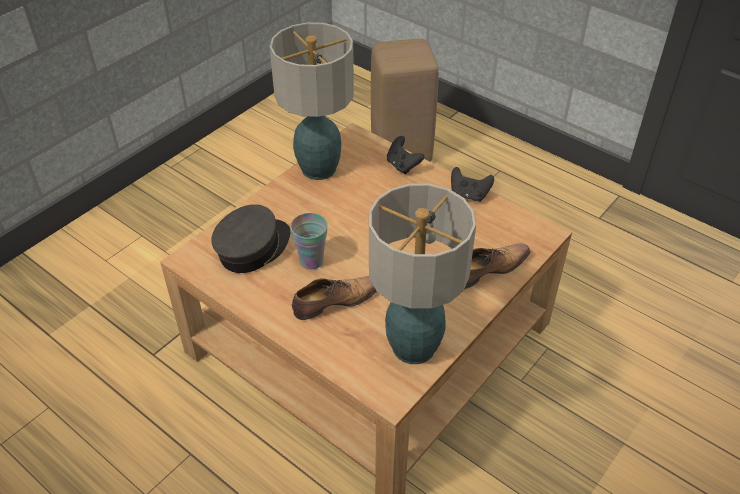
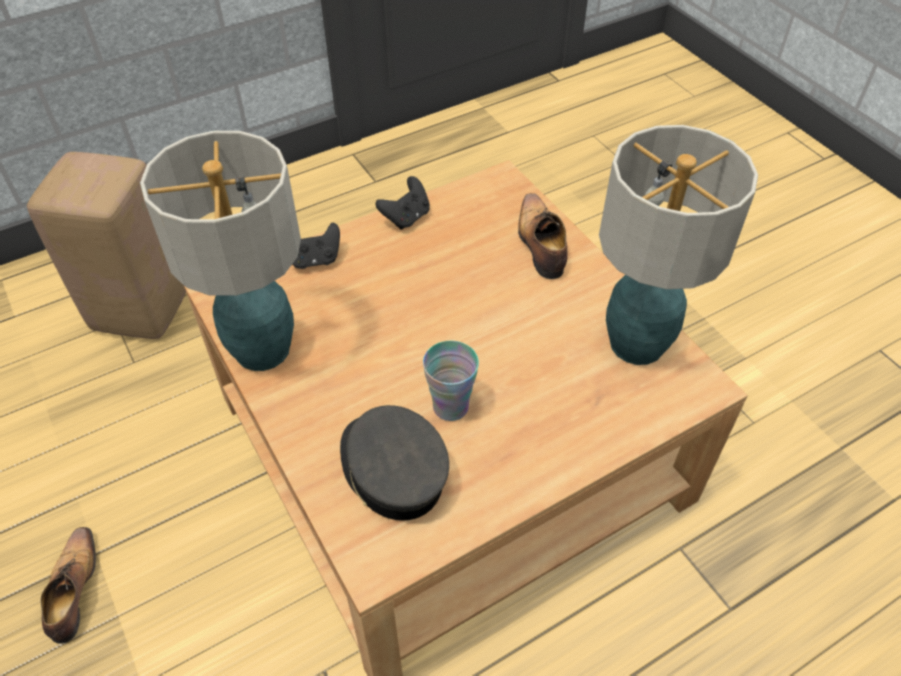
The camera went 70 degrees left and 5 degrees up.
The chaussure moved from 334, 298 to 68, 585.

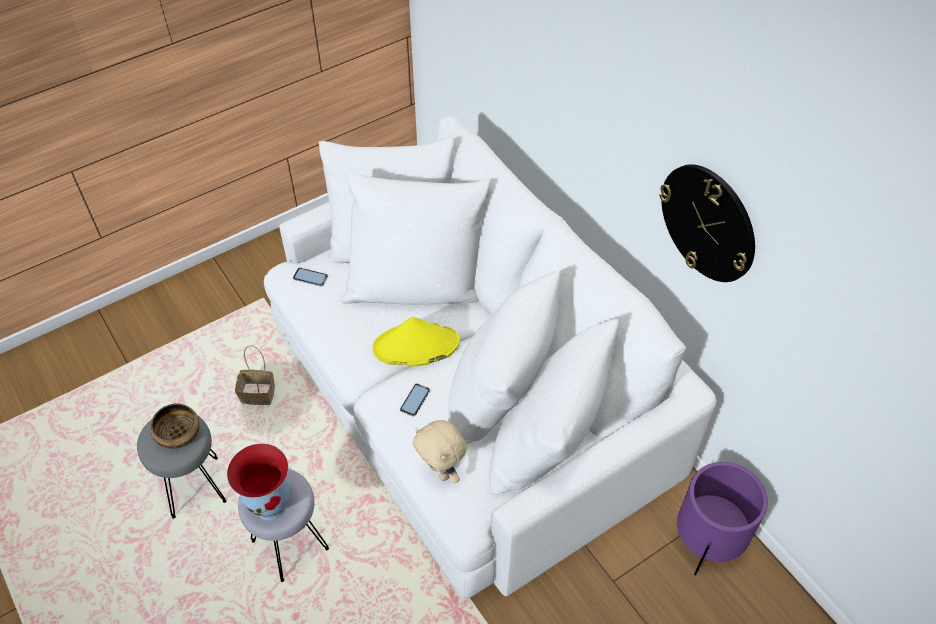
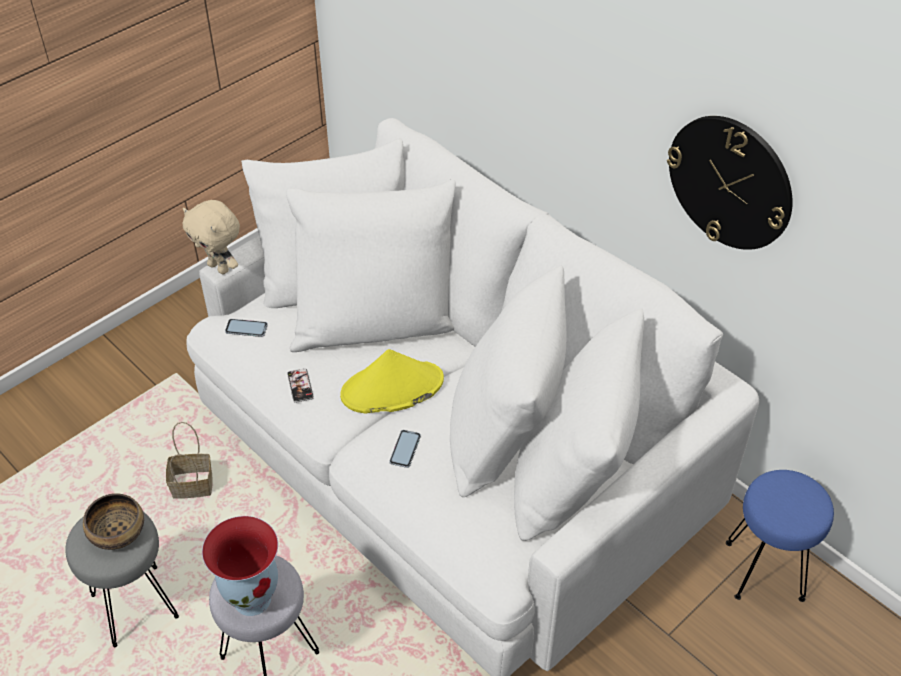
The camera went 10 degrees left and 5 degrees down.
The téléphone at 300, 385 appeared.
The peluche (beige) moved from 440, 451 to 211, 237.
The cache-pot (violet) at 722, 519 was replaced by the tabouret (bleu) at 780, 536.

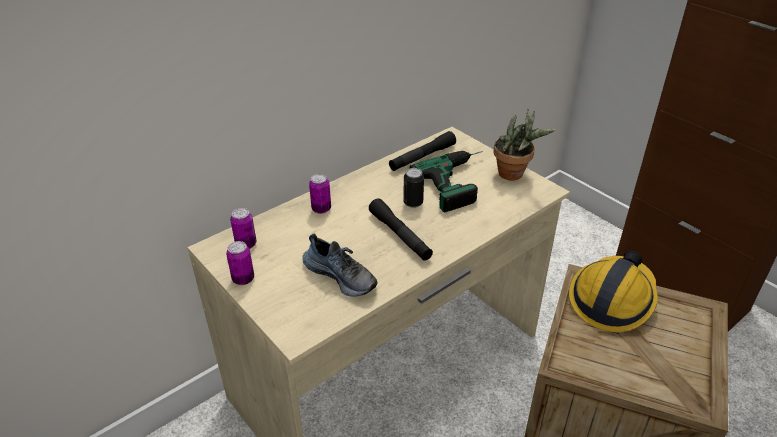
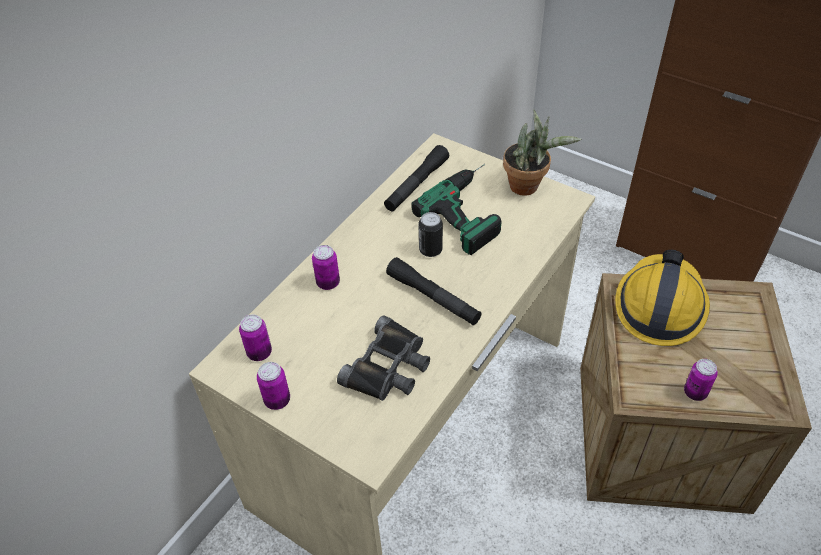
The camera went 15 degrees left and 10 degrees up.
The boîte métallique at 701, 380 appeared.
The chaussure at 339, 265 was replaced by the jumelles (noir) at 383, 358.

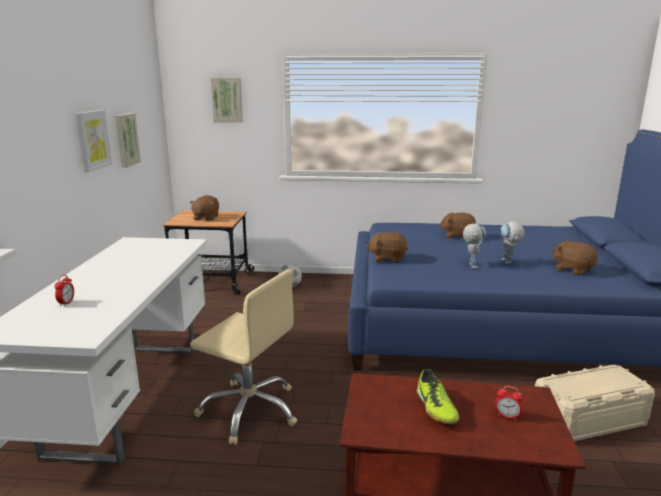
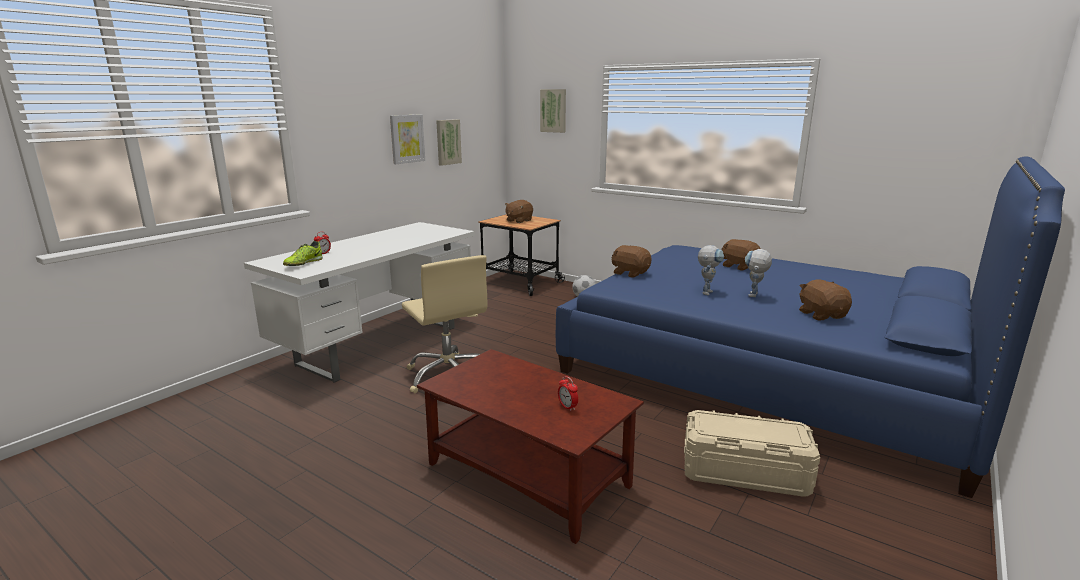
The camera went 30 degrees right and 0 degrees up.
The chaussure moved from 438, 396 to 303, 253.

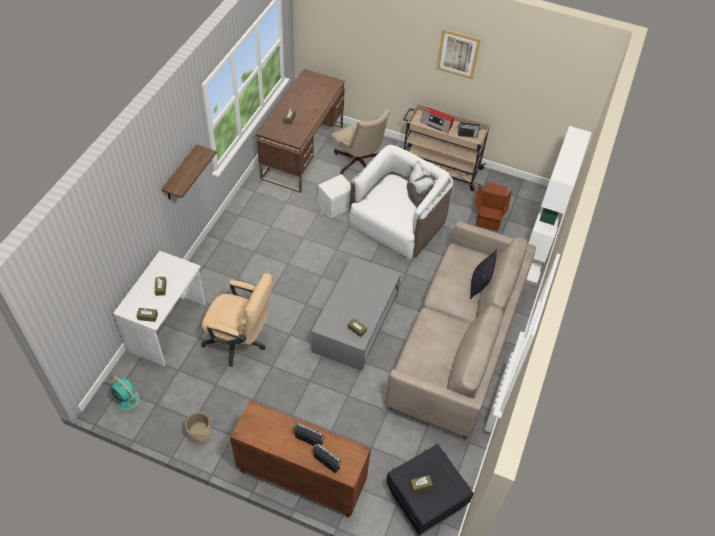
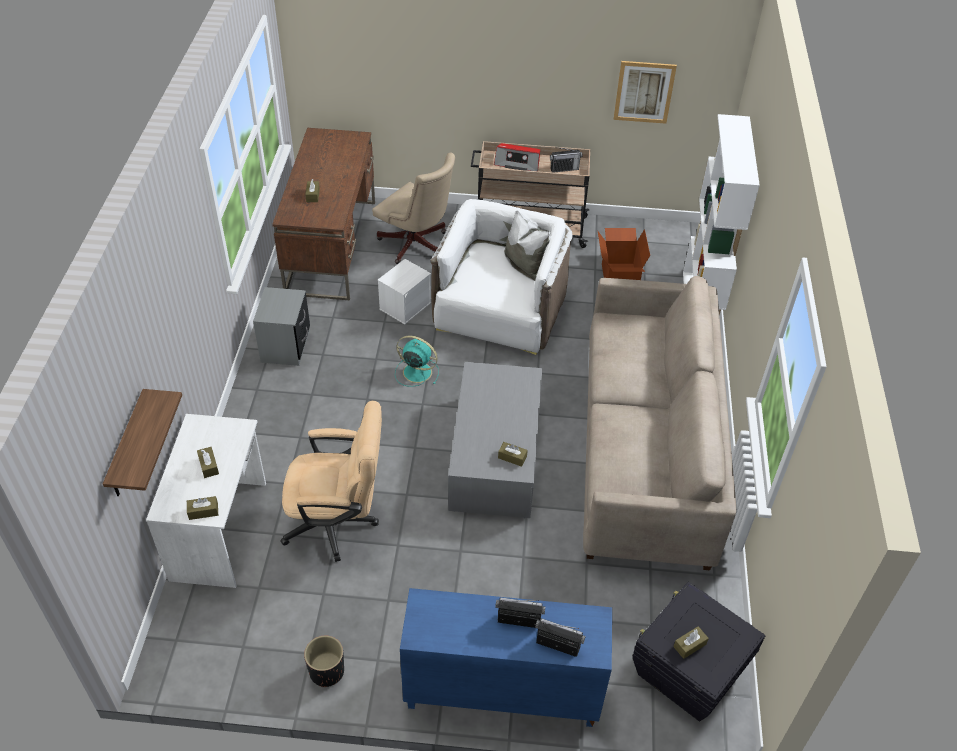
The camera went 15 degrees left and 5 degrees down.
The coussin at 483, 274 disappeared.
The table de chevet (gris) at 281, 326 appeared.
The ventilateur (turquoise) moved from 127, 394 to 417, 361.
The étagère moved from 189, 172 to 142, 442.
The tableau moved from 458, 54 to 645, 92.
The cache-pot (beige) at 198, 428 became the cache-pot (noir) at 324, 661.
The meuble de rangement (marron) at 300, 458 became the meuble de rangement (bleu) at 506, 657.

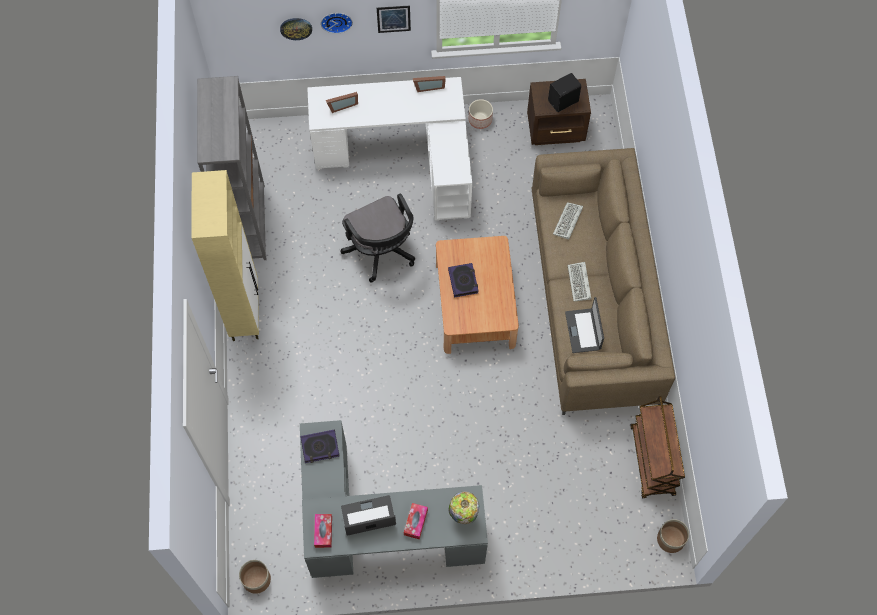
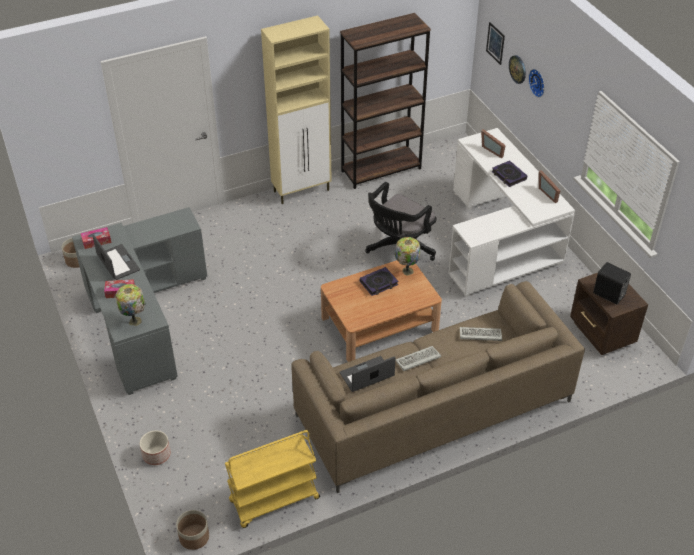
The camera went 70 degrees right and 20 degrees down.
The lampe de table at 408, 256 appeared.
The livre moved from 320, 446 to 509, 173.
The tableau moved from 394, 19 to 495, 43.
The cache-pot moved from 481, 114 to 155, 448.
The bibliothèque (gris) at 232, 168 became the bibliothèque (marron) at 385, 101.
The chariot (marron) at 657, 447 became the chariot (jaune) at 272, 479.

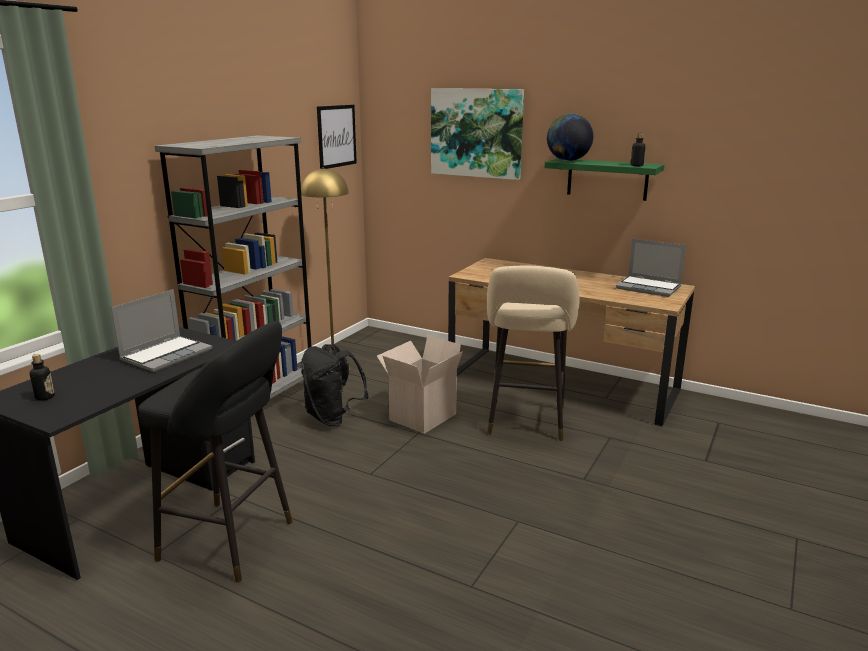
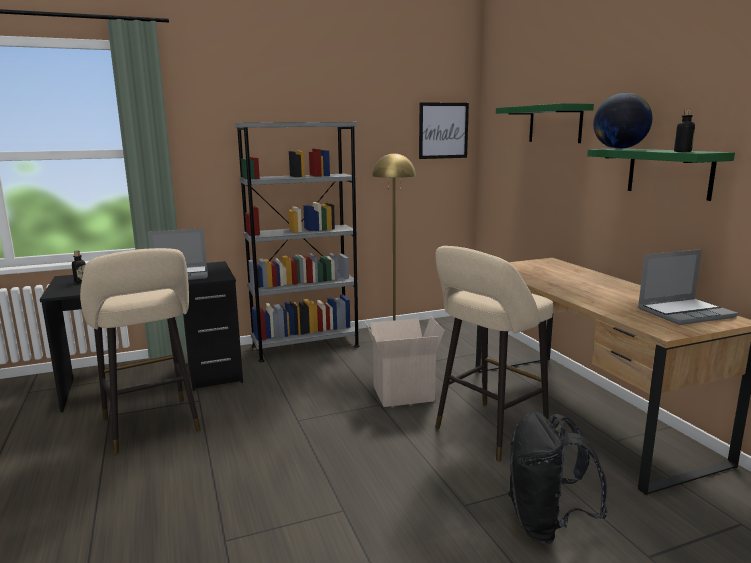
The camera went 40 degrees right and 5 degrees down.
The sac à dos (noir) moved from 335, 385 to 557, 478.
The tableau at 477, 134 was replaced by the étagère (vert) at 545, 123.
The tabouret (noir) at 215, 452 became the tabouret (beige) at 140, 351.
The ordinateur portable at 651, 267 turned 90 degrees counterclockwise.

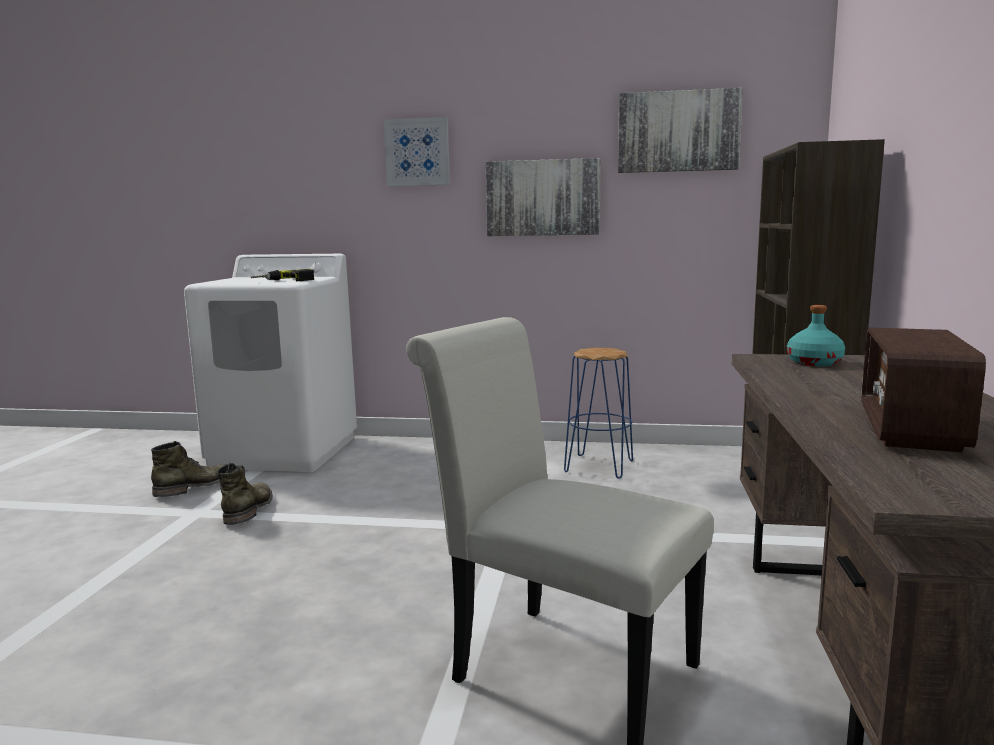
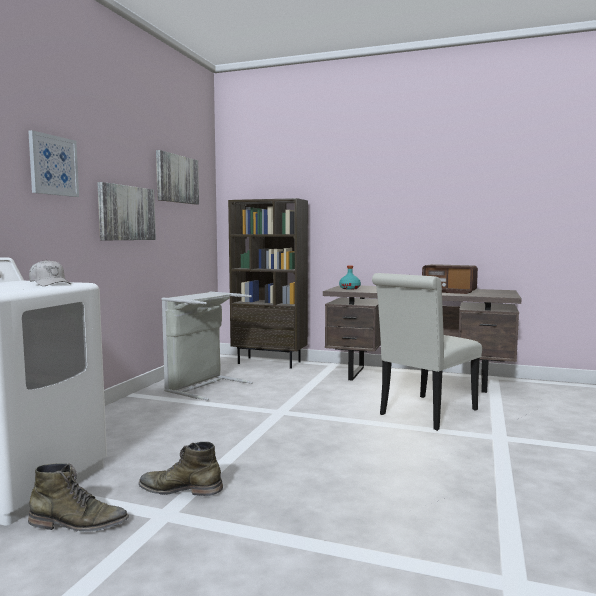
The camera went 80 degrees left and 5 degrees down.
The perceuse at 282, 275 was replaced by the casquette (blanc) at 50, 273.
The tabouret (bleu) at 598, 413 was replaced by the panier à linge (gris) at 207, 346.
The botte (vert) at 188, 469 turned 135 degrees clockwise.

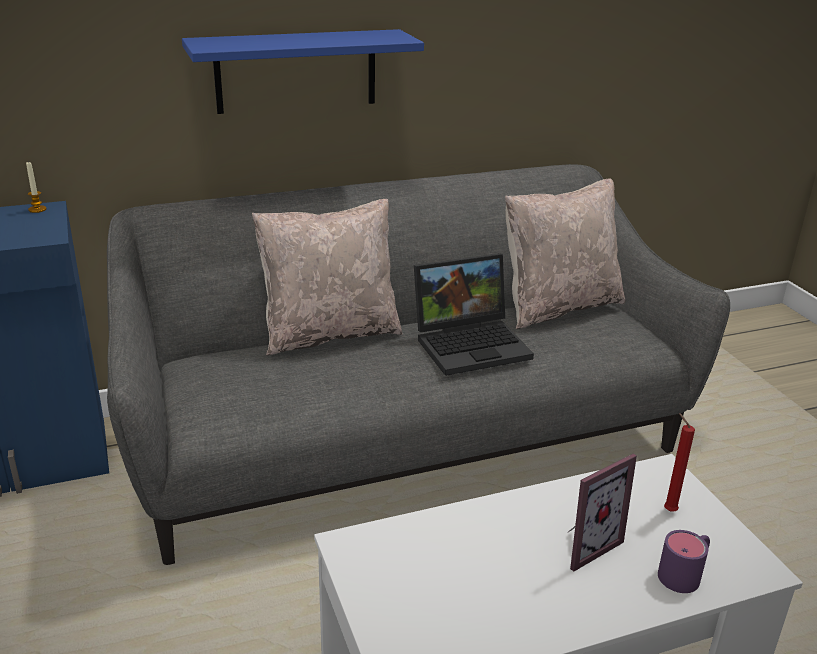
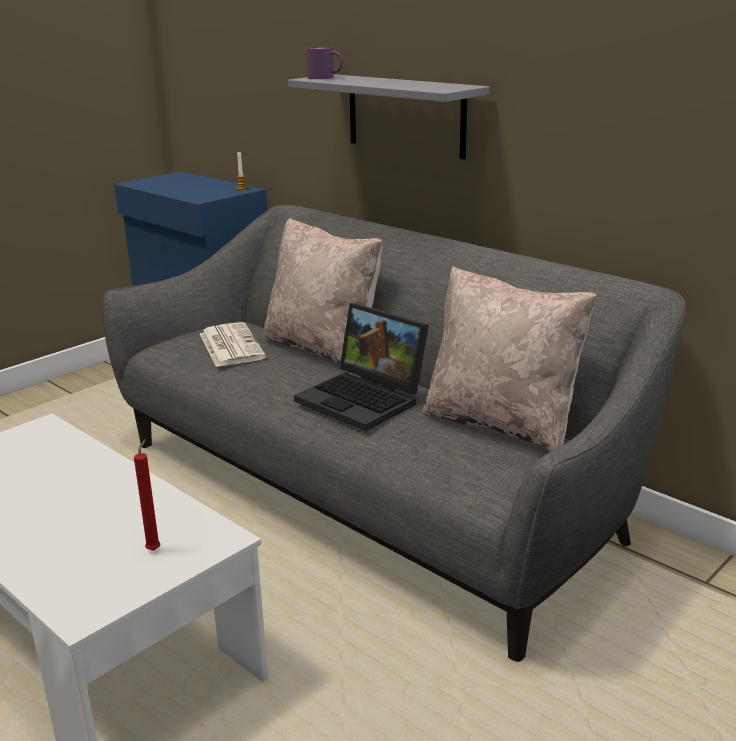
The camera went 65 degrees right and 5 degrees down.
The cadre photo at 602, 513 disappeared.
The journal at 233, 344 appeared.
The mug (violet) moved from 684, 561 to 324, 63.
The étagère (bleu) at 303, 71 became the étagère (gris) at 389, 116.

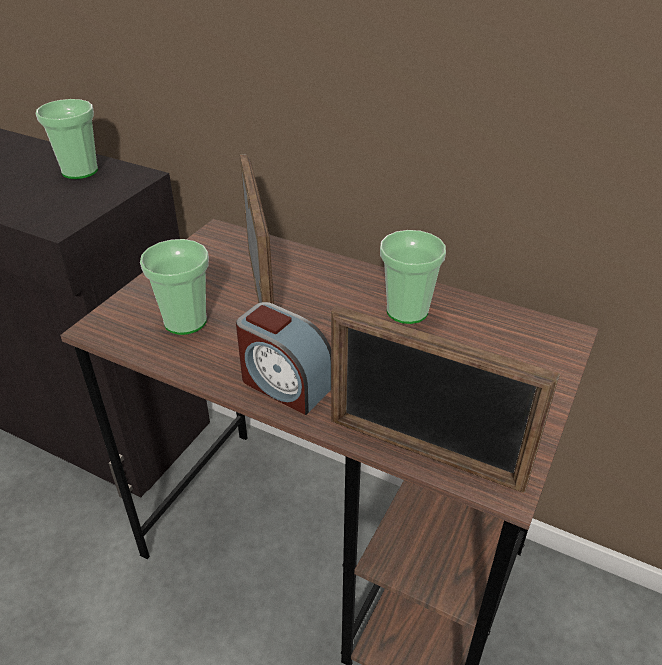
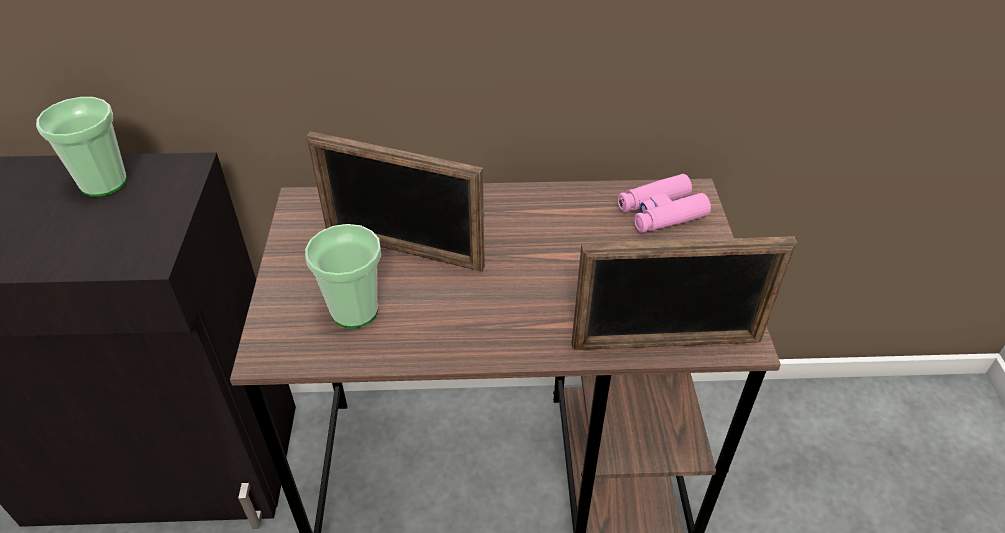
The camera went 30 degrees left and 5 degrees up.
The réveil at 283, 358 disappeared.
The tasse at 413, 277 disappeared.
The jumelles (rose) at 664, 203 appeared.
The cadre photo at 257, 229 turned 150 degrees clockwise.

